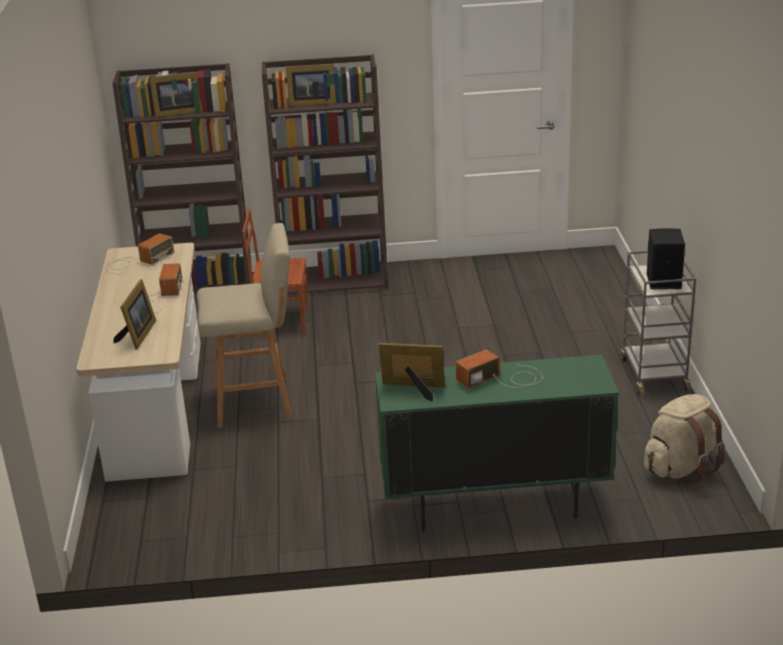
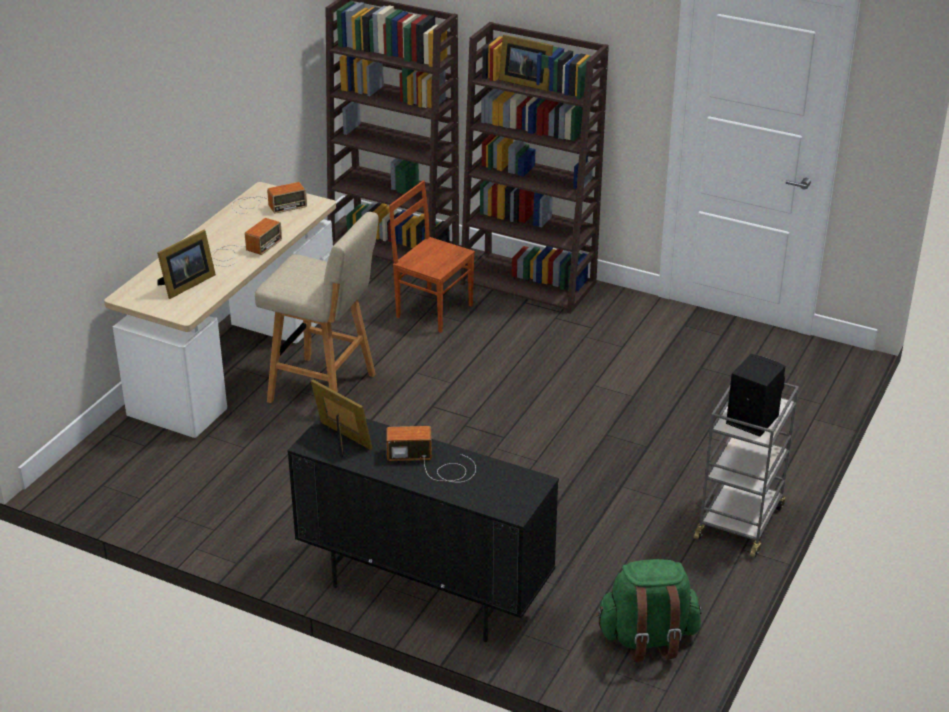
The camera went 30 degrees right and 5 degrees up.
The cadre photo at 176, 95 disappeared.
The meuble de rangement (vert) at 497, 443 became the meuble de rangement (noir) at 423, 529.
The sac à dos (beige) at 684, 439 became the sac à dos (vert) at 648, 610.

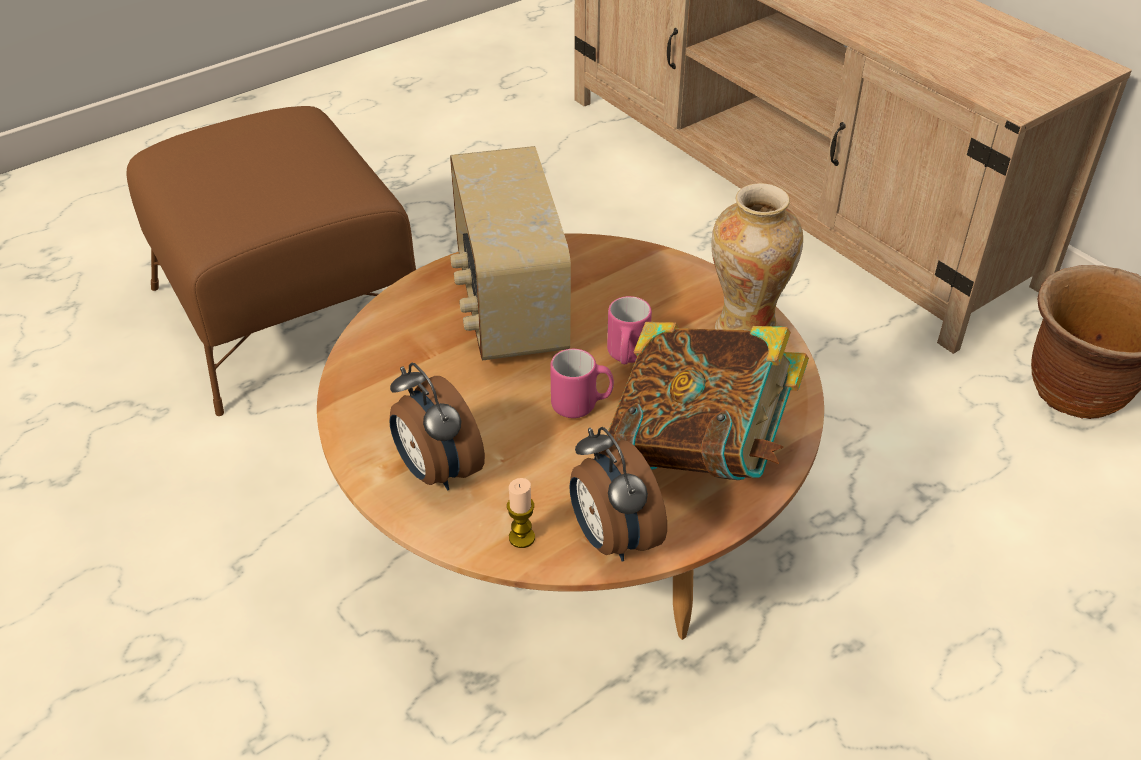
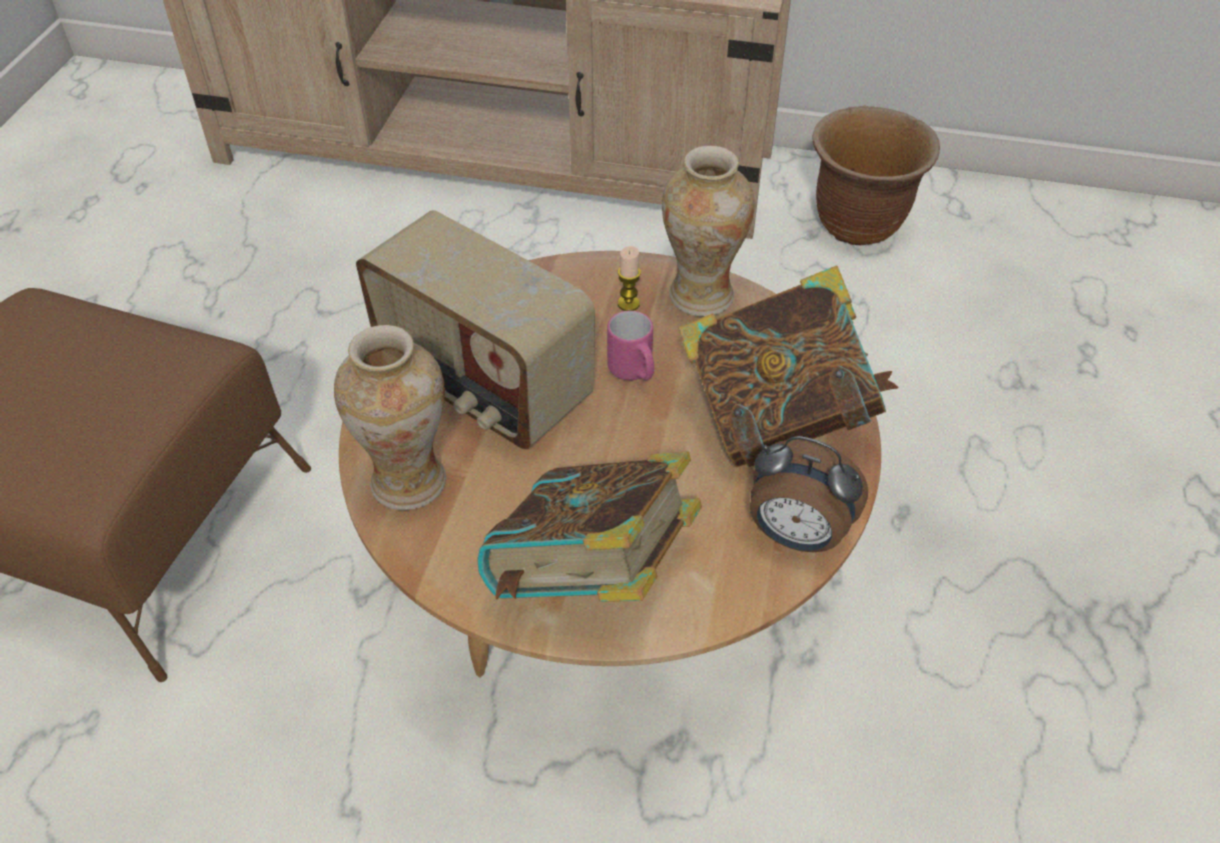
The camera went 40 degrees left and 5 degrees up.
The mug (rose) at 582, 383 disappeared.
The vase at 390, 417 appeared.
The bougie moved from 521, 513 to 629, 278.
The réveil at 437, 427 was replaced by the livre at 589, 526.

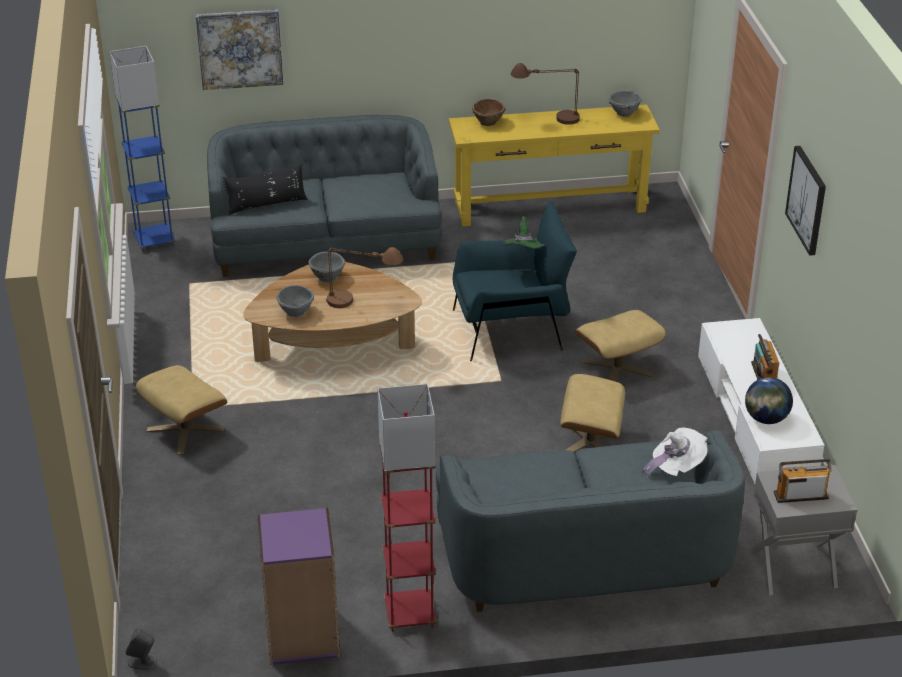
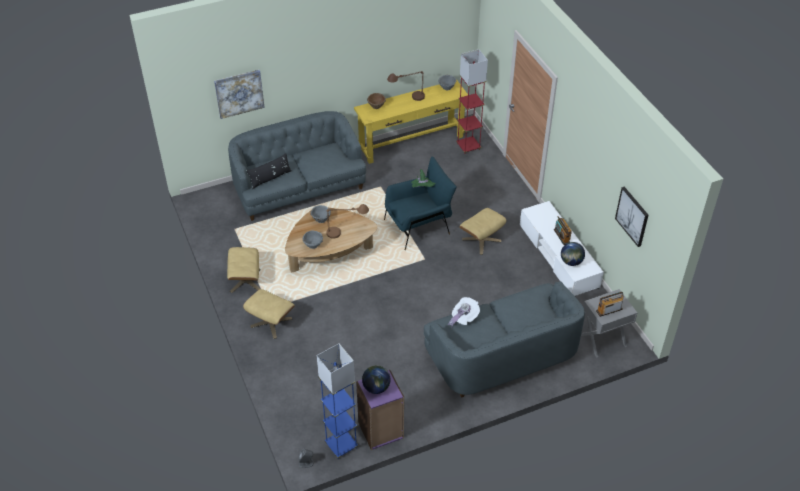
The camera went 15 degrees left and 10 degrees up.
The globe at 376, 379 appeared.
The lampadaire (bleu) moved from 142, 149 to 337, 401.
The lampadaire (rouge) moved from 406, 508 to 472, 101.
The pouf (beige) moved from 592, 413 to 244, 270.
The chapeau (blanc) moved from 674, 452 to 464, 312.
The tableau moved from 805, 201 to 631, 217.

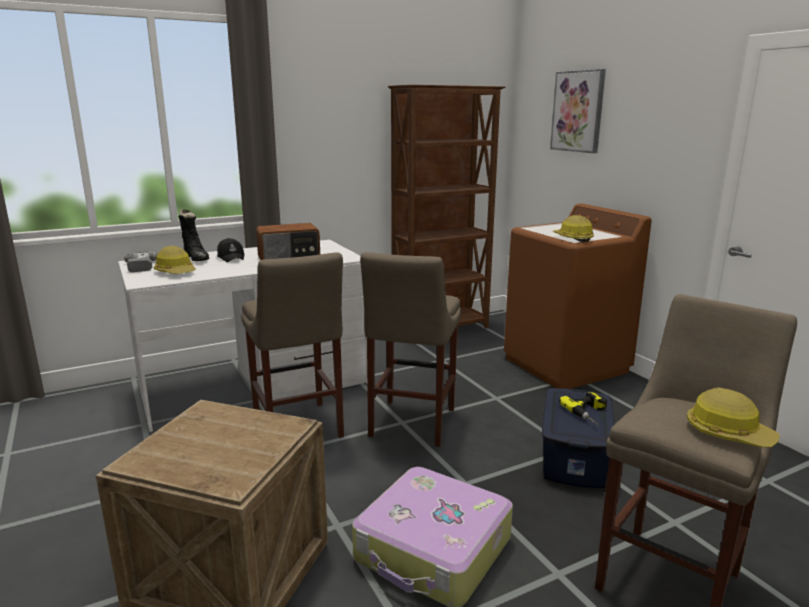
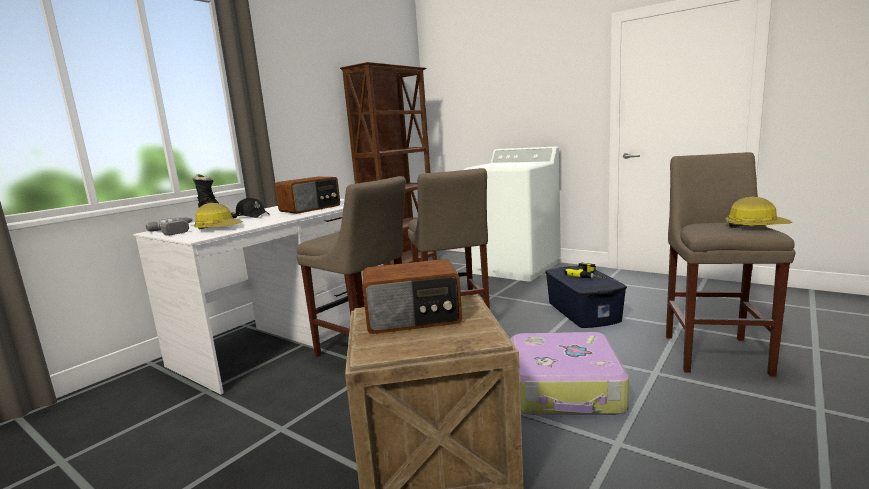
The camera went 25 degrees left and 5 degrees down.
The tableau at 578, 111 disappeared.
The casque de chantier at 573, 228 disappeared.
The radio at 412, 296 appeared.
The lave-linge (marron) at 578, 296 became the lave-linge (blanc) at 512, 214.

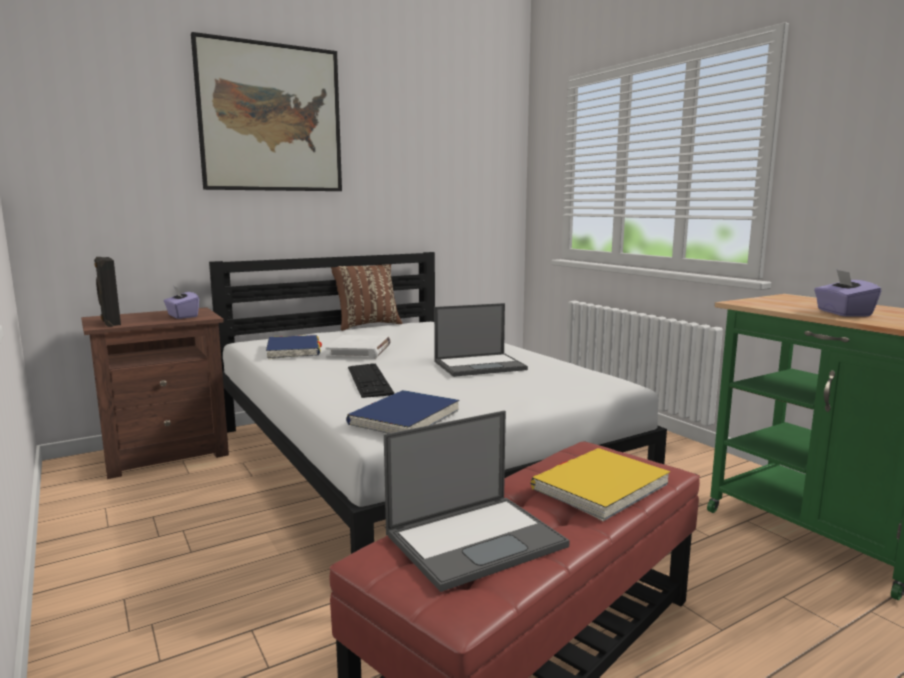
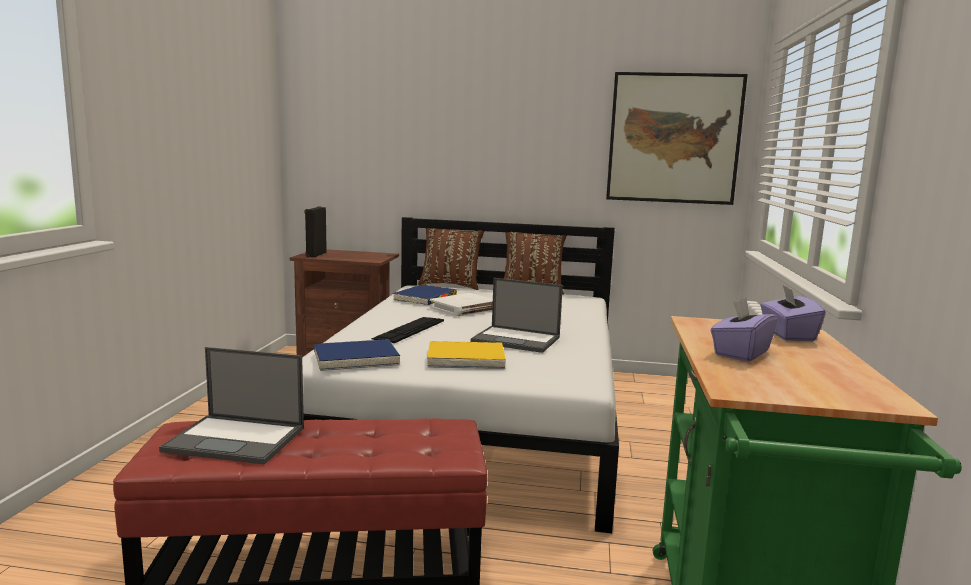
The camera went 40 degrees right and 0 degrees up.
The coussin (marron) at 451, 259 appeared.
The boîte à mouchoirs (violet) moved from 181, 303 to 793, 313.
The tableau moved from 266, 111 to 677, 138.
The livre (jaune) moved from 600, 484 to 466, 355.

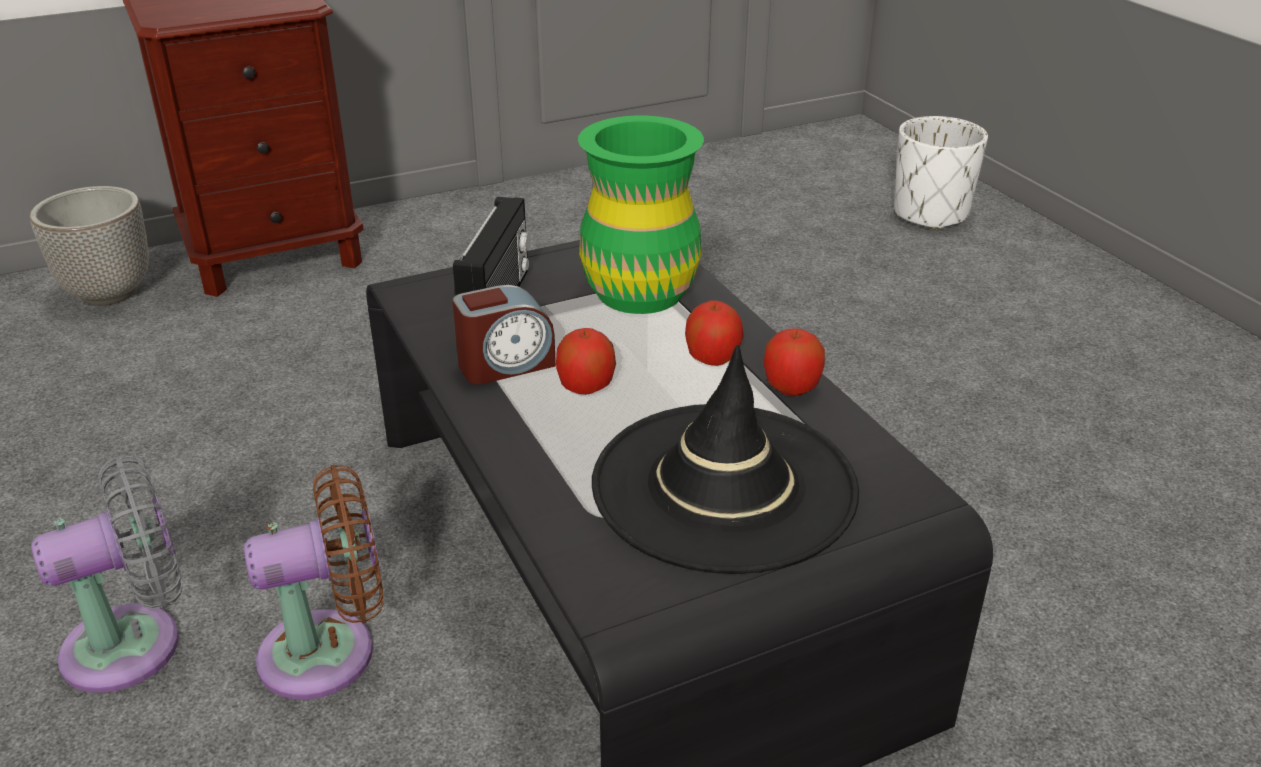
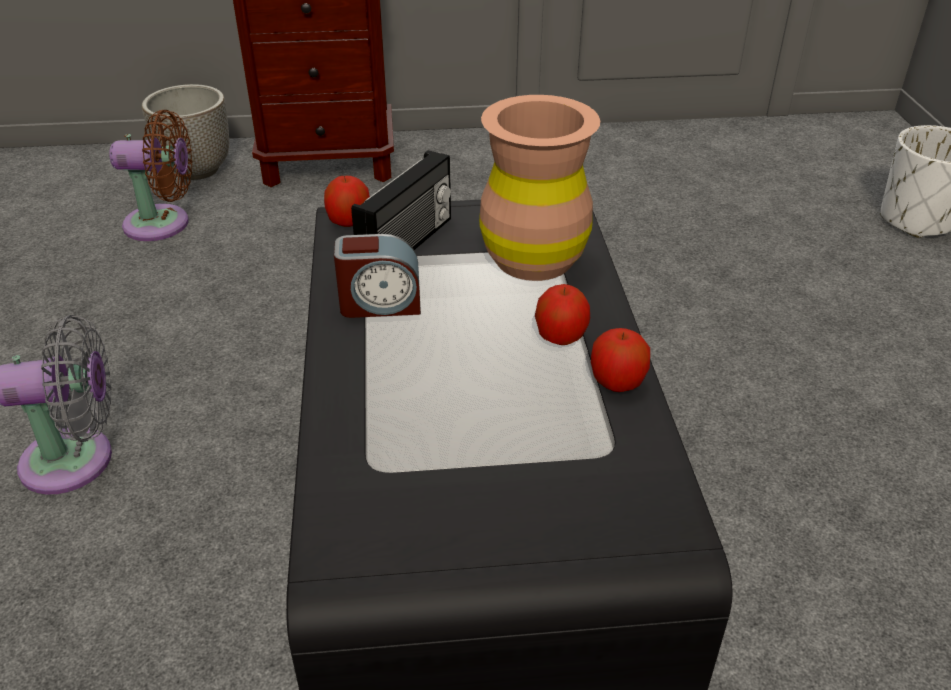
The camera went 20 degrees right and 5 degrees up.
The chapeau (noir) at 725, 459 disappeared.
The ventilateur (marron) moved from 314, 582 to 150, 175.
The pomme moved from 586, 361 to 347, 201.
The vase (vert) at 641, 215 became the vase (marron) at 539, 188.

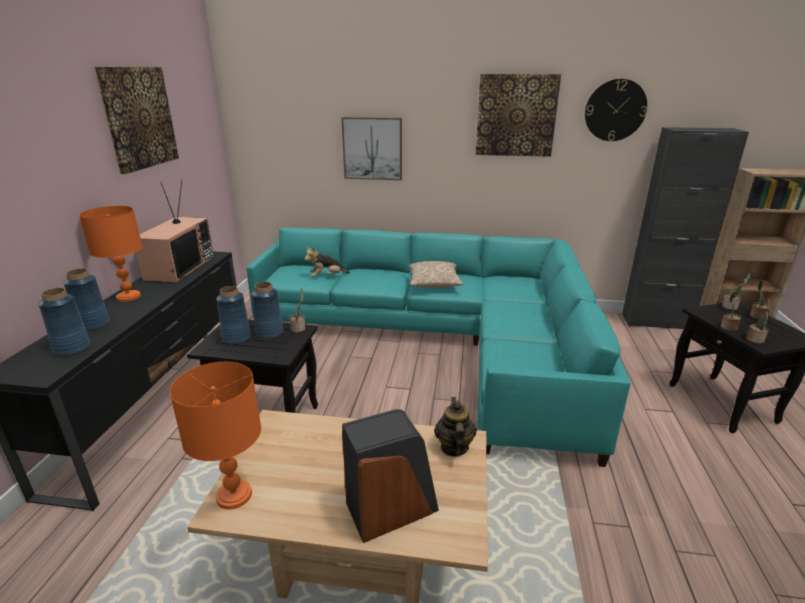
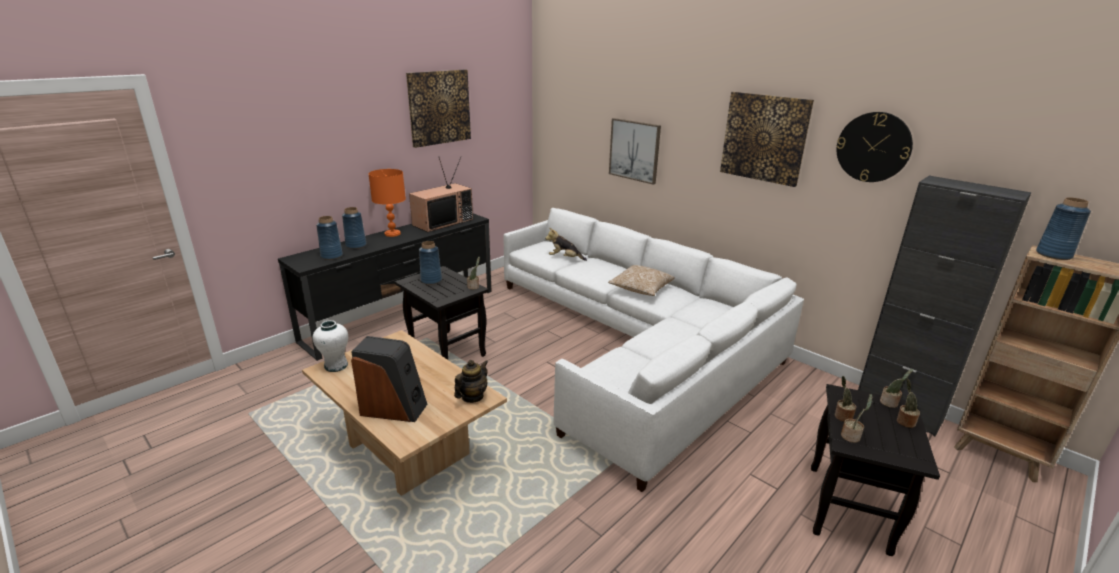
The camera went 35 degrees right and 0 degrees up.
The vase (bleu) moved from 267, 310 to 1063, 228.
The lampe de table (orange) at 215, 436 was replaced by the vase (blanc) at 330, 346.
The canapé (turquoise) at 438, 347 became the canapé (blanc) at 654, 350.

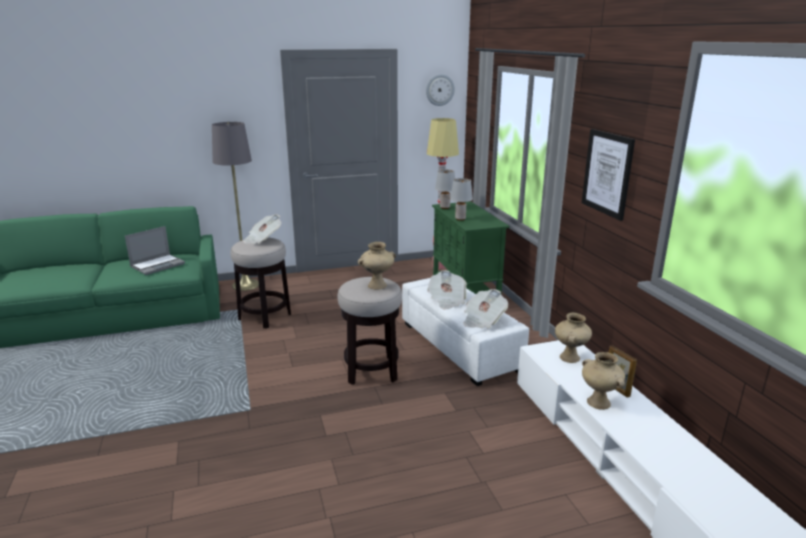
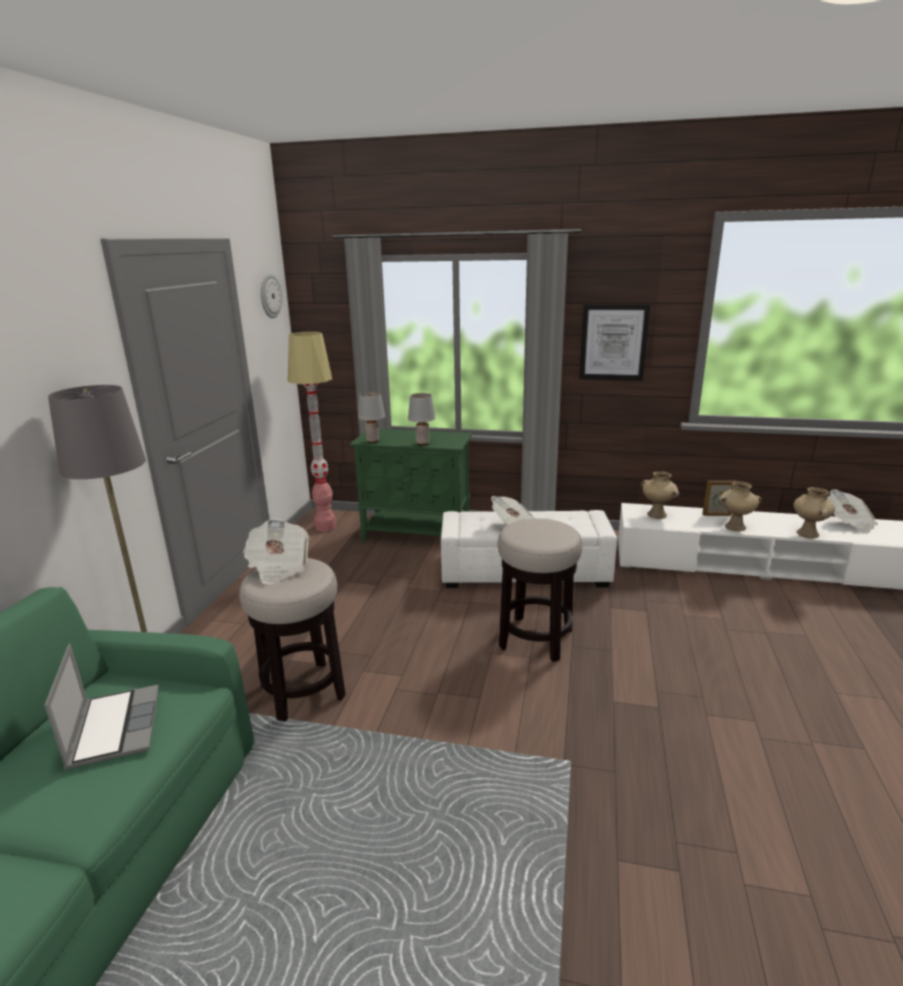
The camera went 60 degrees left and 0 degrees up.
The vase (beige) moved from 377, 265 to 814, 512.
The journal moved from 485, 309 to 852, 511.

